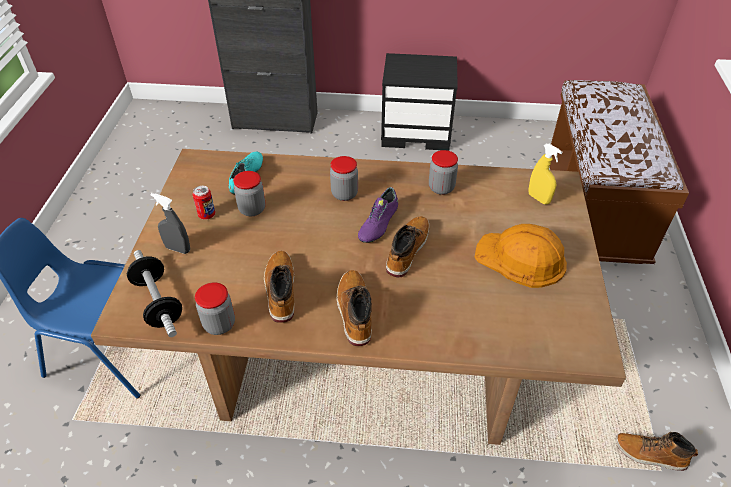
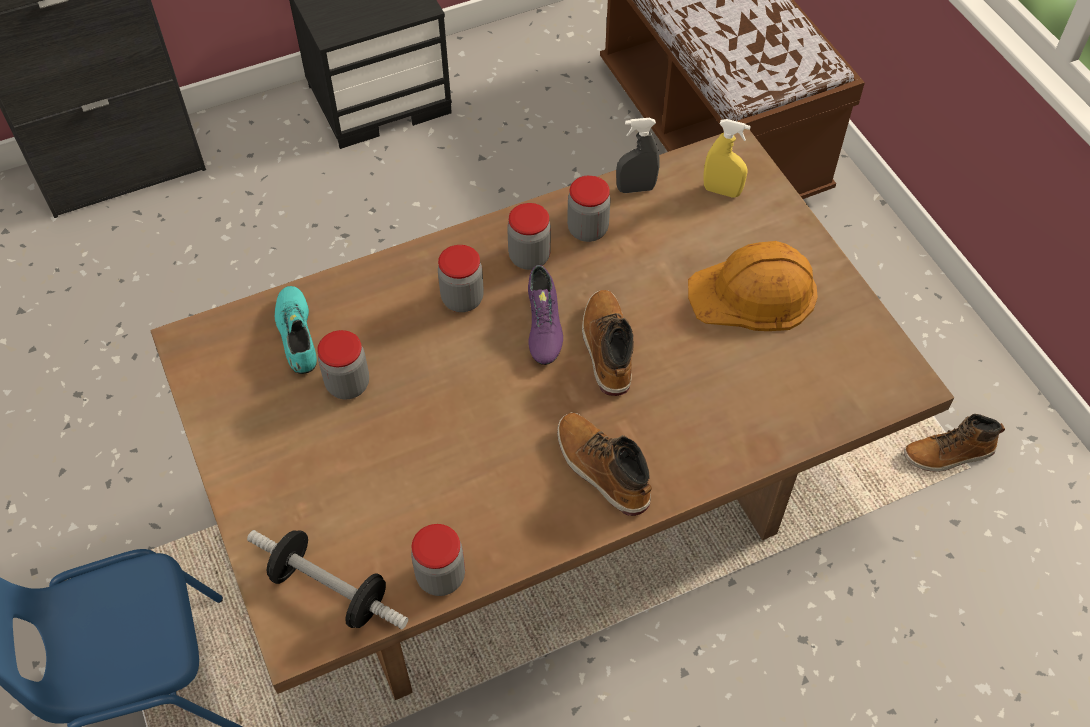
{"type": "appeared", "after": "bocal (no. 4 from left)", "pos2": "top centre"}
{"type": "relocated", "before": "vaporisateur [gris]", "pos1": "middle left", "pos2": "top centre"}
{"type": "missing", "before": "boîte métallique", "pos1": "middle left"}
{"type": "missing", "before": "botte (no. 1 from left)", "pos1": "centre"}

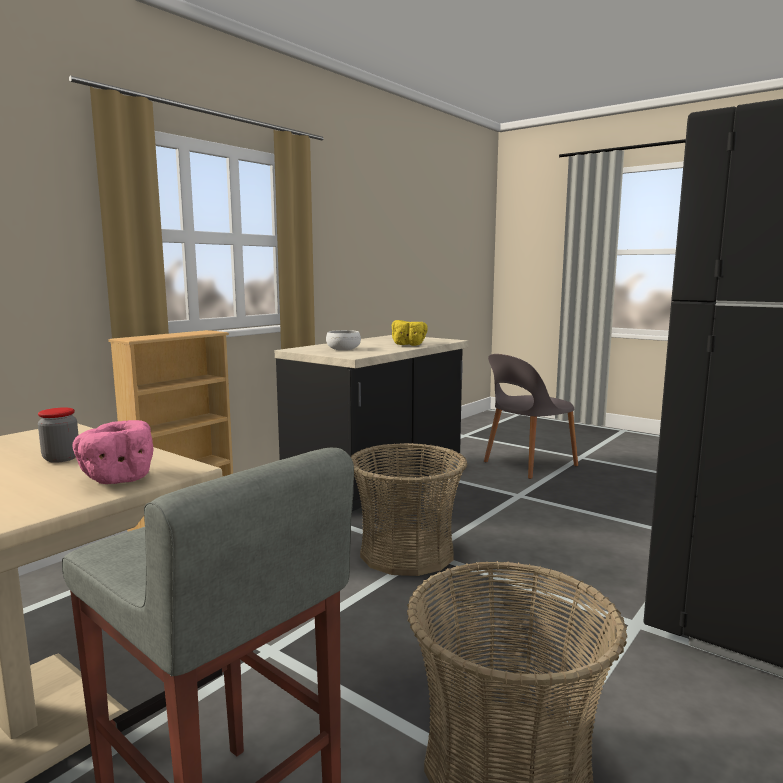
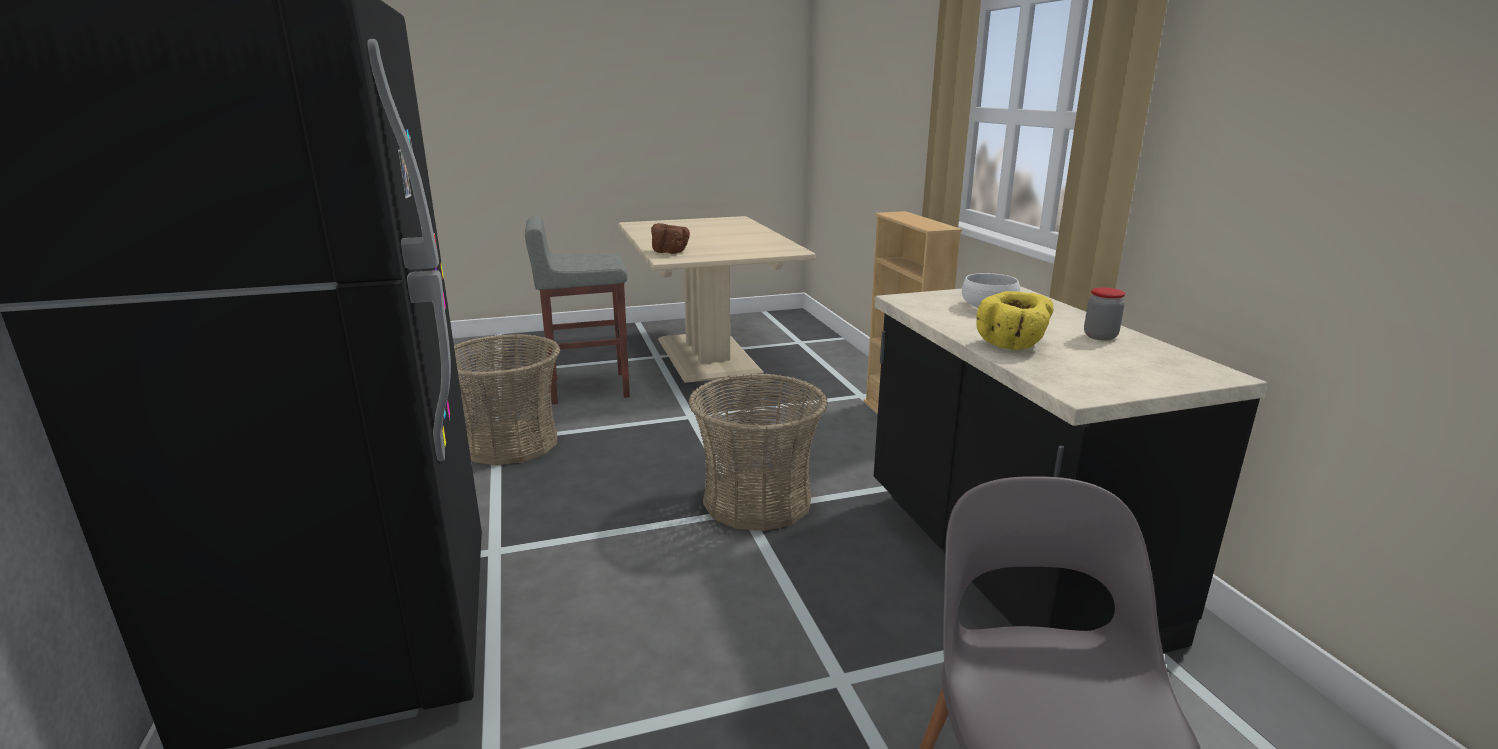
{"type": "colour", "before": "bol [rose]", "after": "bol [marron]", "pos1": "middle left", "pos2": "top centre"}
{"type": "relocated", "before": "bocal", "pos1": "middle left", "pos2": "middle right"}

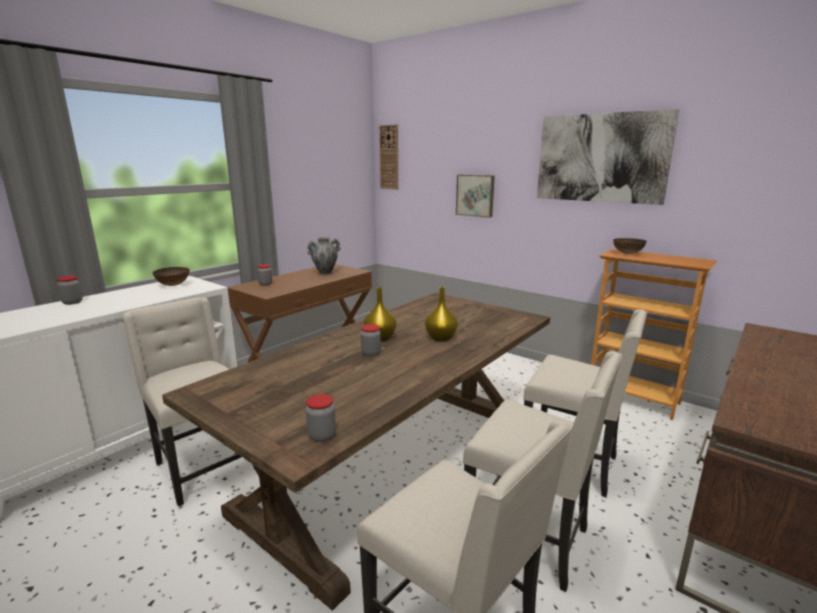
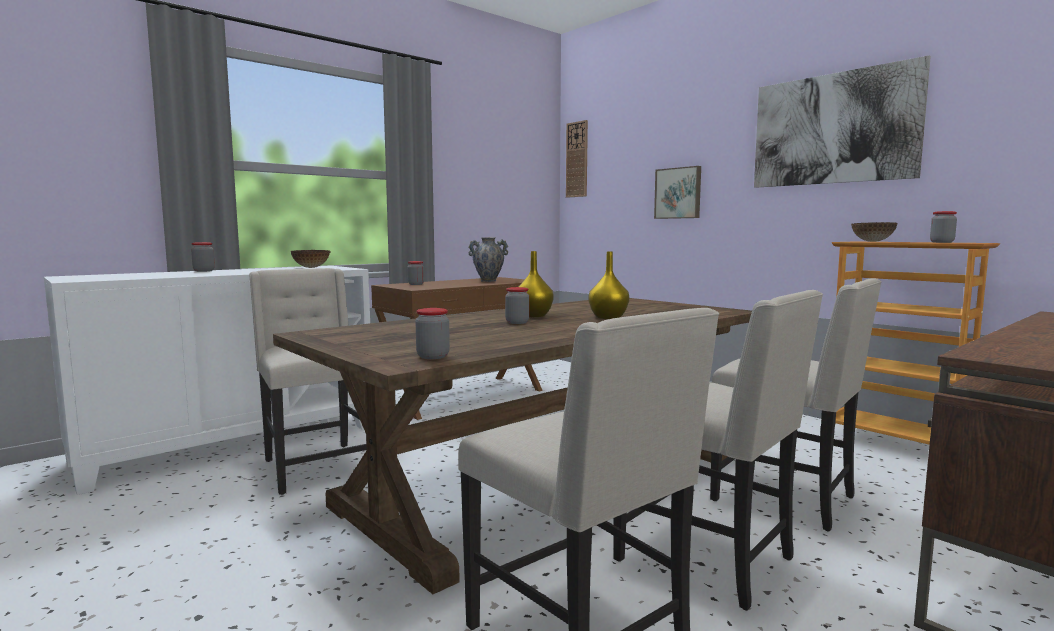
{"type": "appeared", "after": "bocal (no. 5 from left)", "pos2": "middle right"}

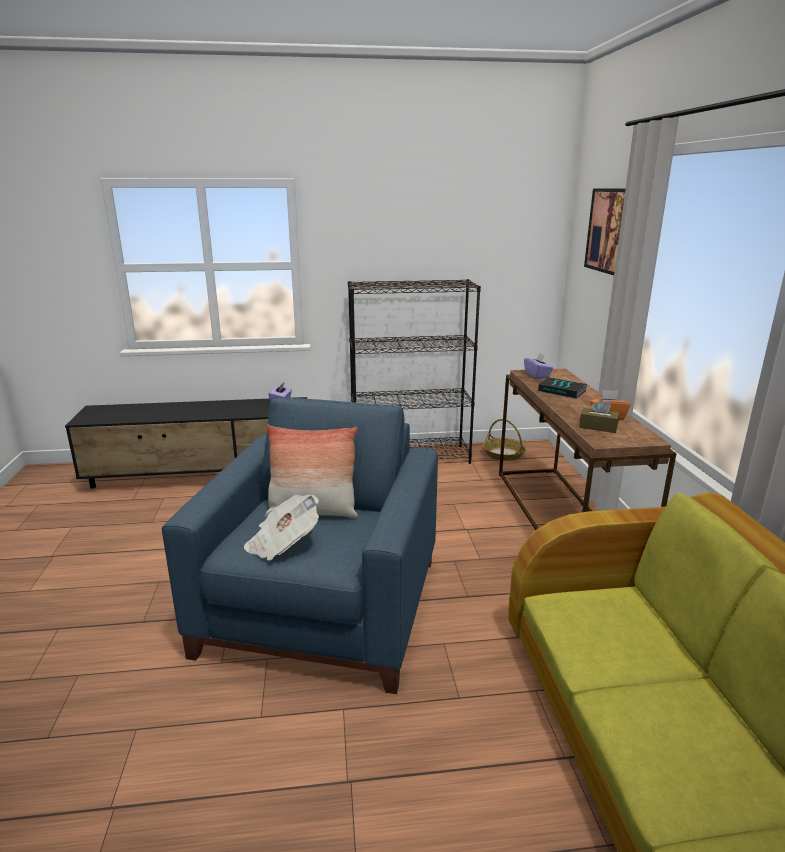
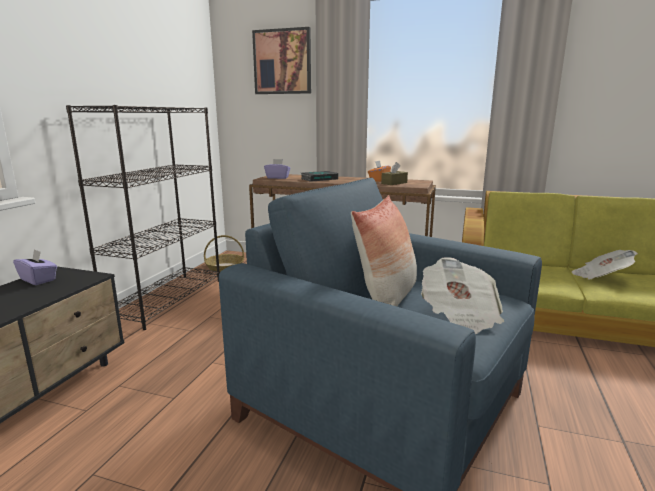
{"type": "appeared", "after": "journal (no. 2 from left)", "pos2": "middle right"}

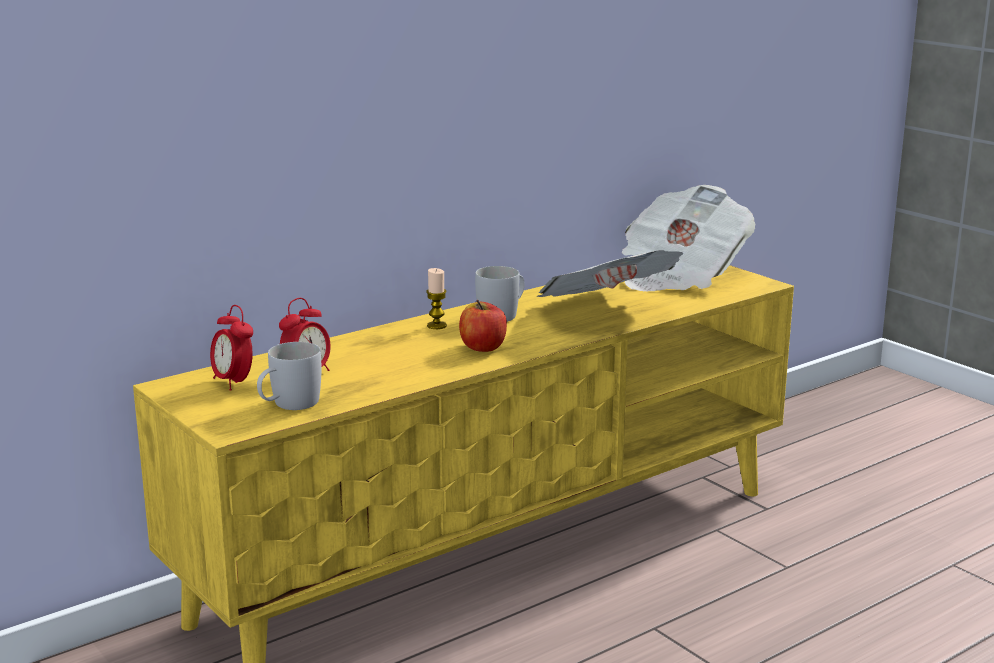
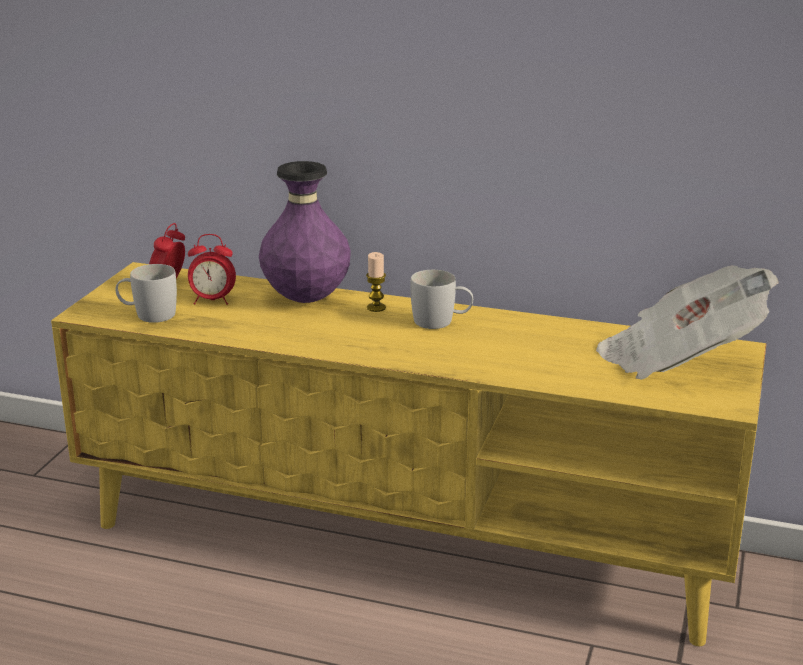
{"type": "appeared", "after": "vase [violet]", "pos2": "centre"}
{"type": "missing", "before": "pomme", "pos1": "centre"}
{"type": "missing", "before": "journal (no. 1 from left)", "pos1": "centre"}

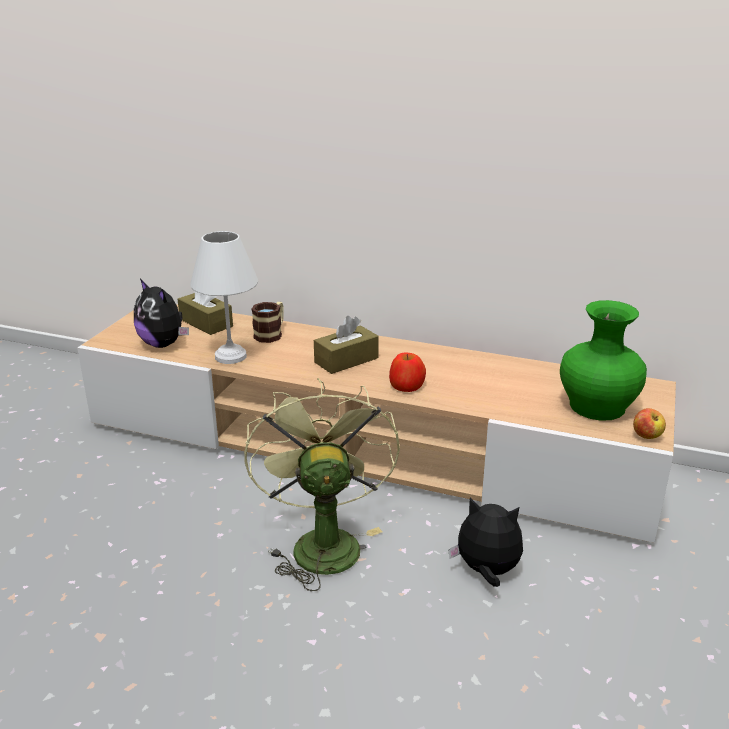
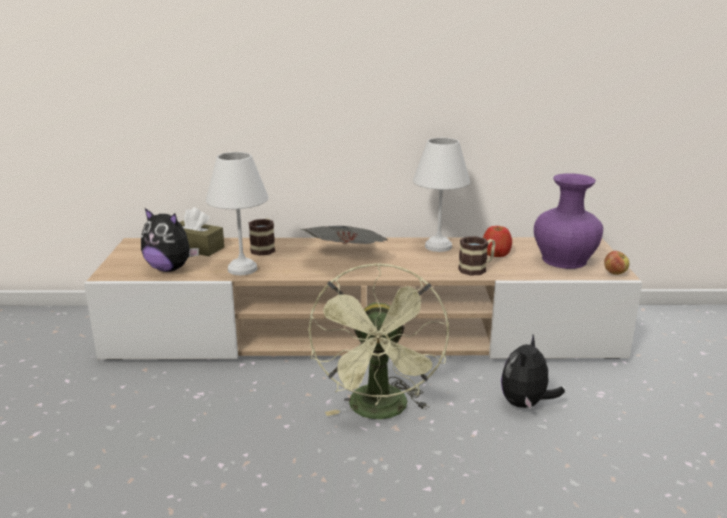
{"type": "exchanged", "before": "boîte à mouchoirs [marron] (no. 2 from left)", "after": "journal", "pos1": "centre", "pos2": "centre"}
{"type": "spun", "before": "ventilateur [vert]", "pos1": "centre", "pos2": "centre", "turn": -150}
{"type": "appeared", "after": "lampe de table [blanc] (no. 2 from left)", "pos2": "centre"}
{"type": "appeared", "after": "mug (no. 2 from left)", "pos2": "centre"}
{"type": "relocated", "before": "pomme (no. 1 from left)", "pos1": "centre", "pos2": "middle right"}
{"type": "spun", "before": "peluche (no. 2 from left)", "pos1": "bottom centre", "pos2": "bottom right", "turn": -60}
{"type": "colour", "before": "vase [vert]", "after": "vase [violet]", "pos1": "middle right", "pos2": "middle right"}

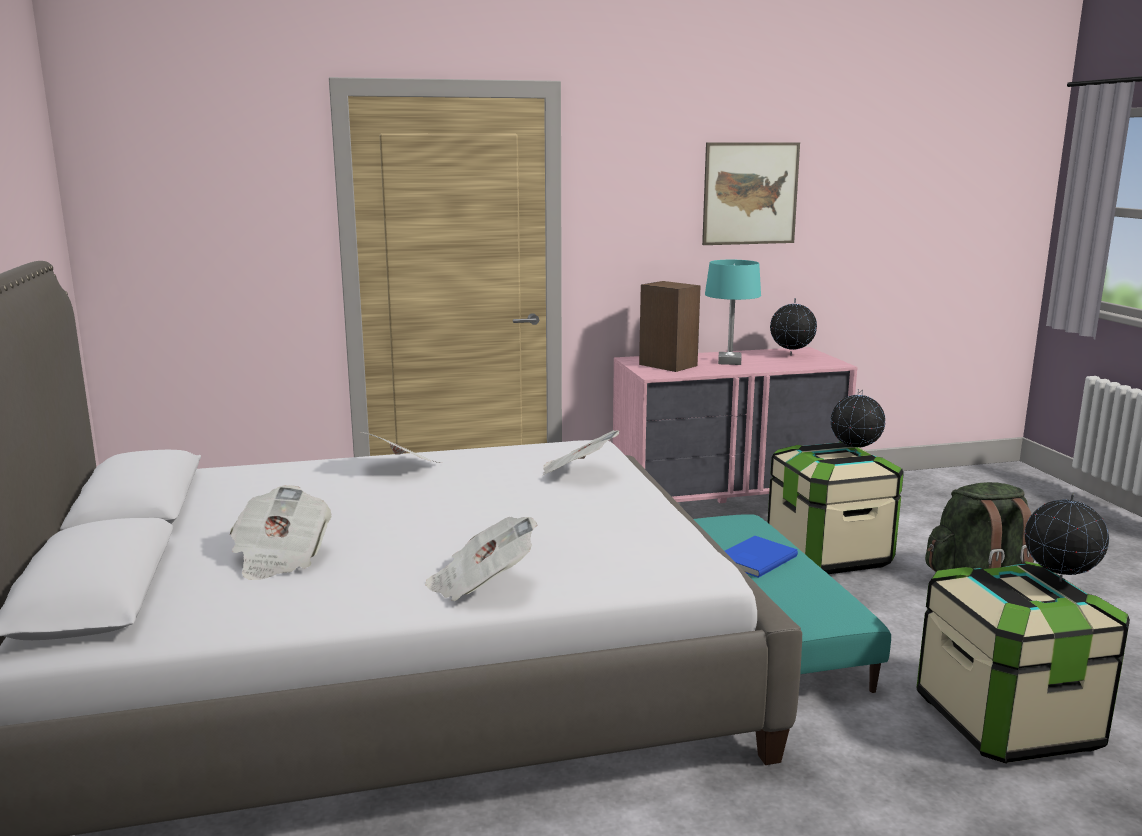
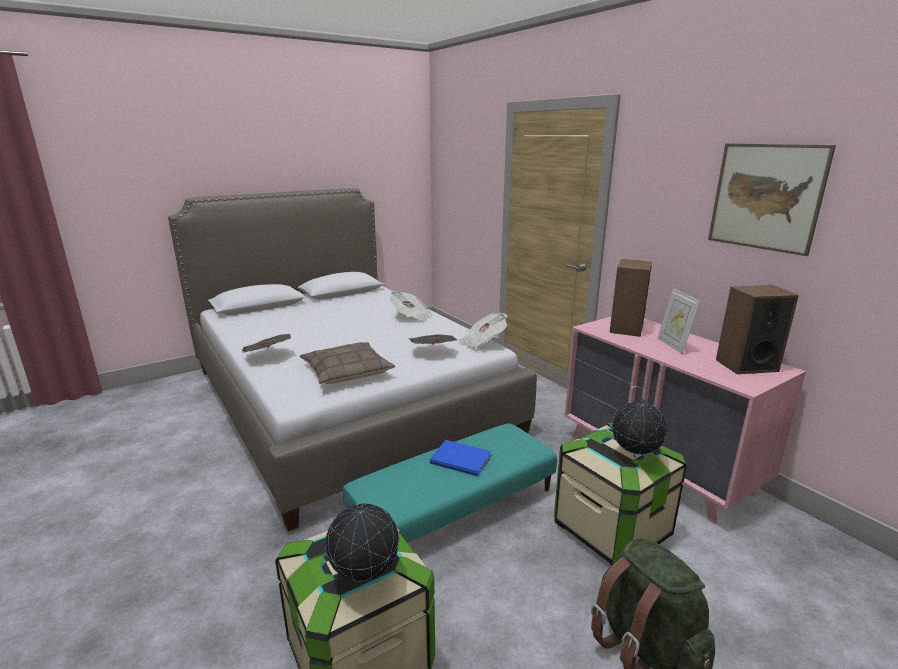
{"type": "appeared", "after": "coussin", "pos2": "centre"}
{"type": "relocated", "before": "journal (no. 1 from left in the first image)", "after": "journal (no. 4 from left)", "pos1": "middle left", "pos2": "centre"}
{"type": "exchanged", "before": "lampe de table [turquoise]", "after": "cadre photo", "pos1": "centre", "pos2": "middle right"}
{"type": "exchanged", "before": "globe (no. 1 from left)", "after": "enceinte (no. 2 from left)", "pos1": "middle right", "pos2": "middle right"}

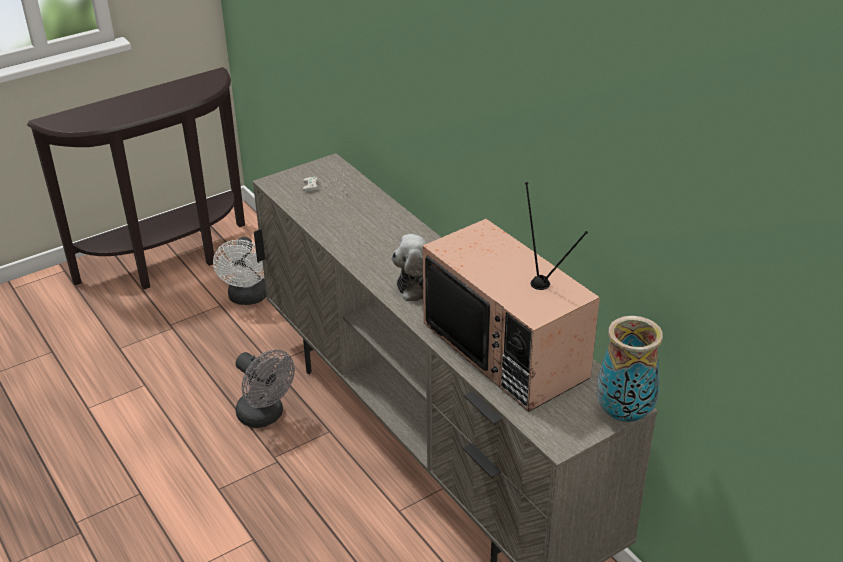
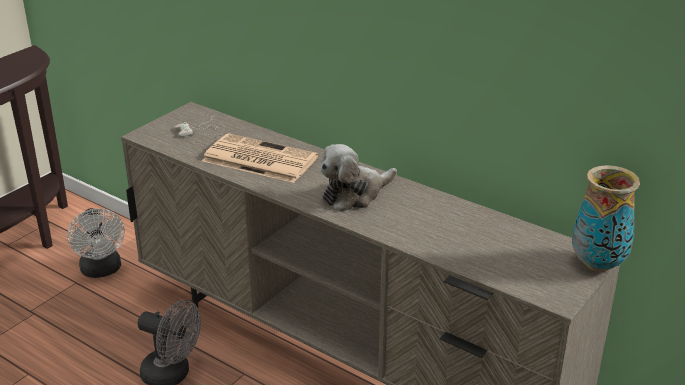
{"type": "appeared", "after": "journal", "pos2": "centre"}
{"type": "missing", "before": "téléviseur", "pos1": "centre"}

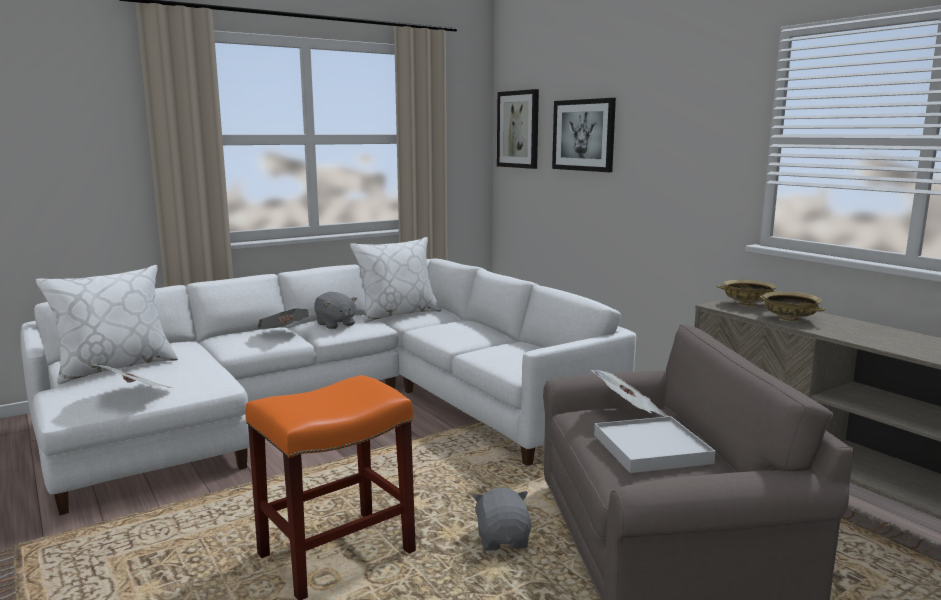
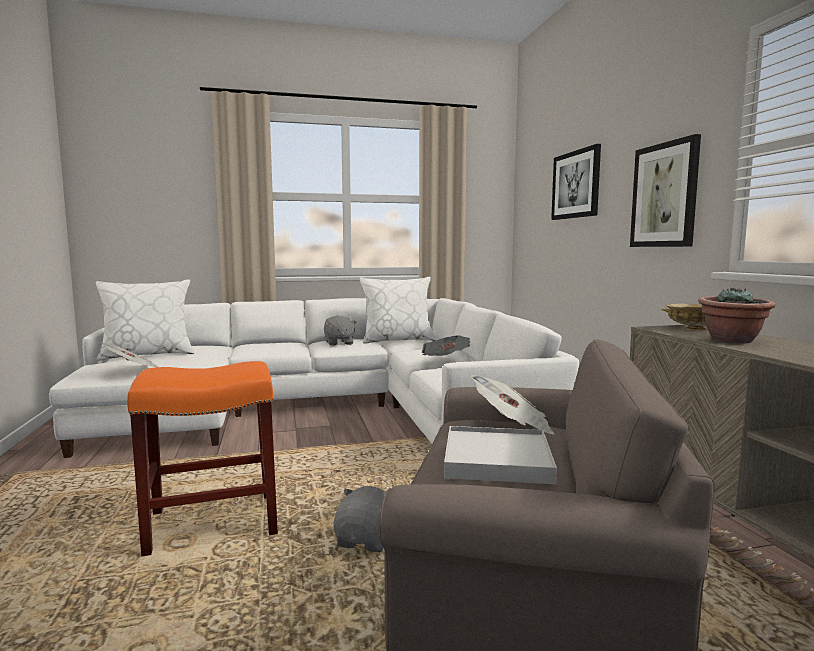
{"type": "relocated", "before": "journal (no. 2 from left)", "pos1": "middle left", "pos2": "centre"}
{"type": "relocated", "before": "tableau (no. 1 from left in the first image)", "after": "tableau (no. 2 from left)", "pos1": "top centre", "pos2": "top right"}
{"type": "exchanged", "before": "bol [beige] (no. 2 from left)", "after": "plante en pot", "pos1": "middle right", "pos2": "middle right"}

